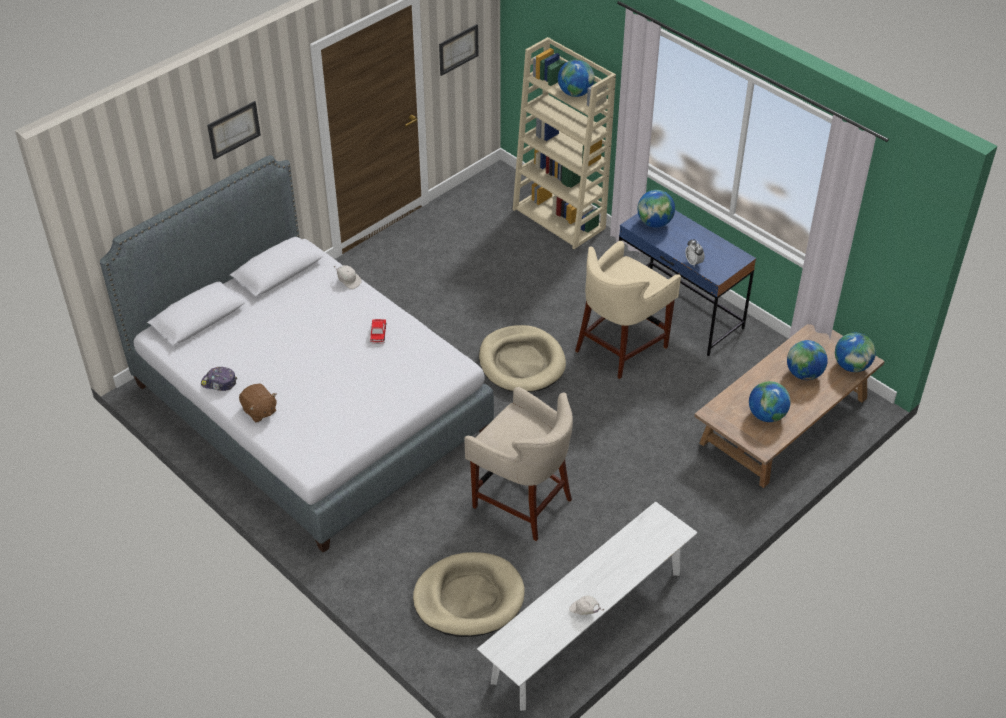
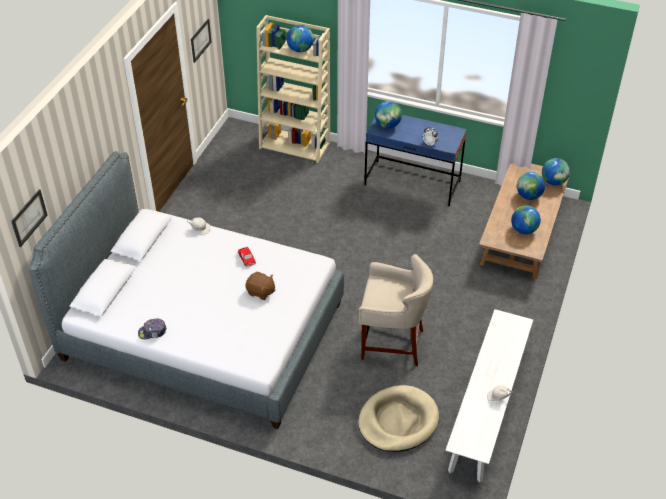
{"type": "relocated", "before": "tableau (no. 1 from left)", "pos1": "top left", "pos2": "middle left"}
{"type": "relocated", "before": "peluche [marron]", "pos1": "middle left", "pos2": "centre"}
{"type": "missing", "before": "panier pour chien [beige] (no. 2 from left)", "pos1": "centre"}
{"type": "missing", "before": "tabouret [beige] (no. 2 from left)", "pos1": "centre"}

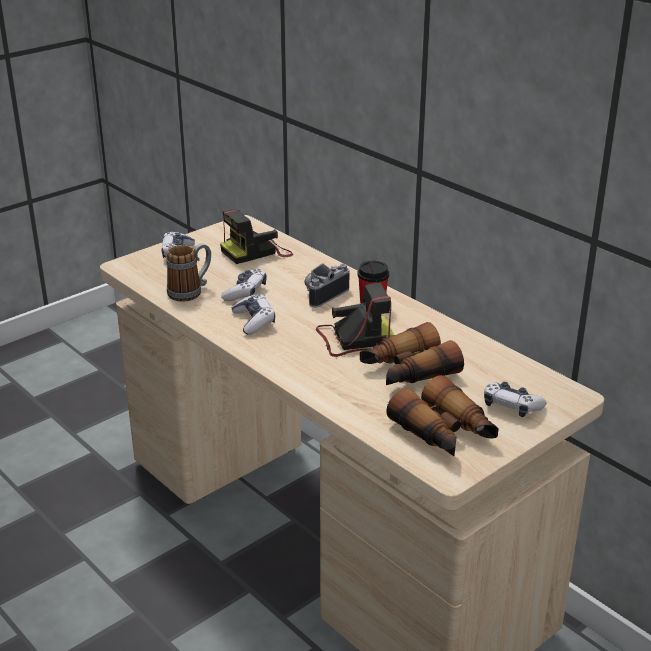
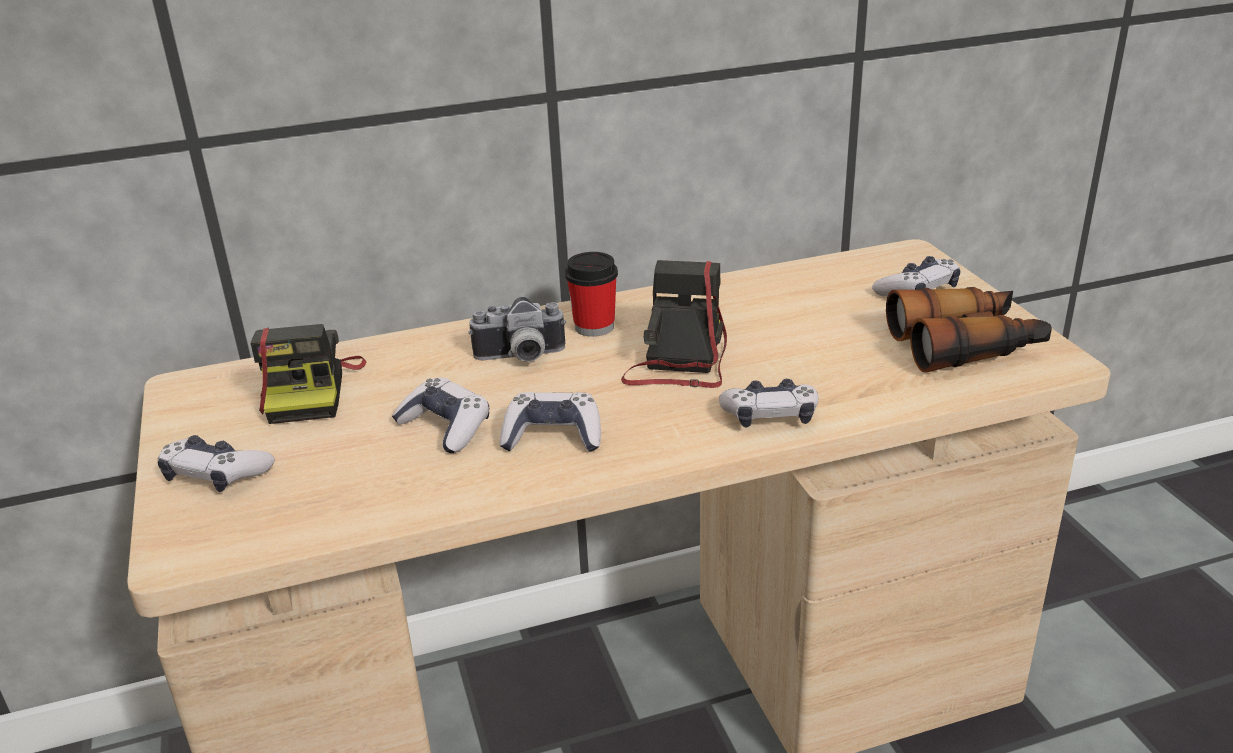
{"type": "spun", "before": "appareil photo (no. 2 from left)", "pos1": "centre", "pos2": "centre", "turn": -75}
{"type": "appeared", "after": "manette (no. 4 from left)", "pos2": "centre"}
{"type": "missing", "before": "mug", "pos1": "middle left"}
{"type": "missing", "before": "jumelles (no. 1 from left)", "pos1": "centre"}

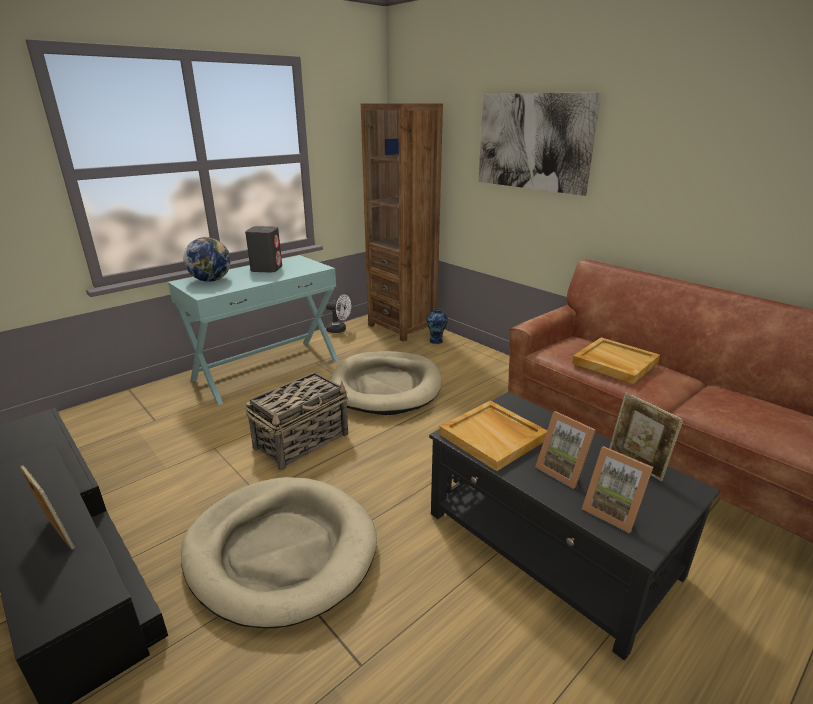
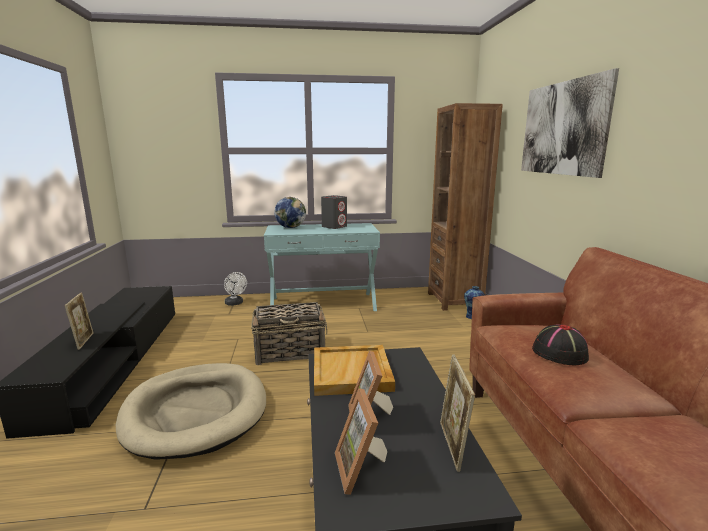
{"type": "relocated", "before": "ventilateur [blanc]", "pos1": "centre", "pos2": "middle left"}
{"type": "exchanged", "before": "plateau [beige] (no. 2 from left)", "after": "chapeau [noir]", "pos1": "middle right", "pos2": "middle right"}
{"type": "missing", "before": "panier pour chien [beige] (no. 2 from left)", "pos1": "centre"}

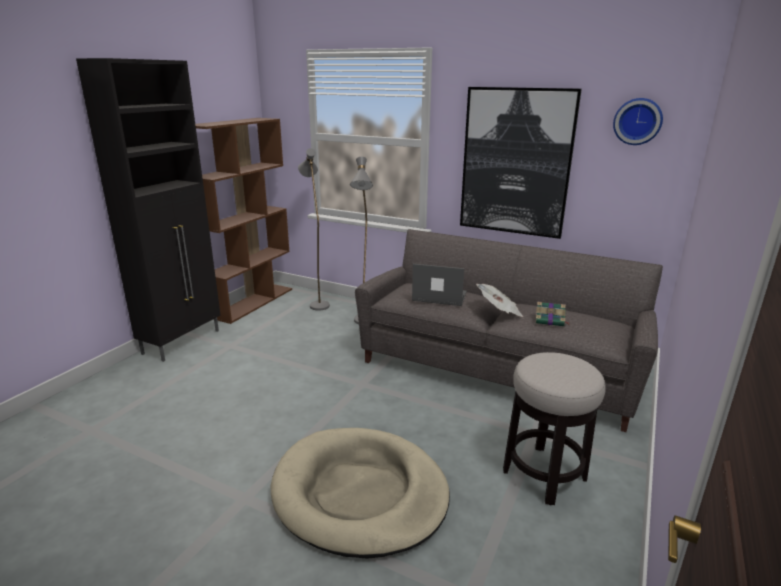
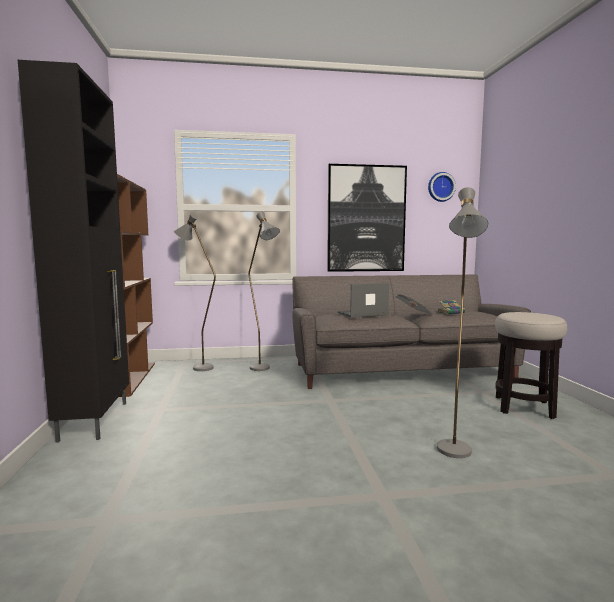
{"type": "exchanged", "before": "panier pour chien [beige]", "after": "lampadaire [gris] (no. 3 from left)", "pos1": "bottom centre", "pos2": "middle right"}

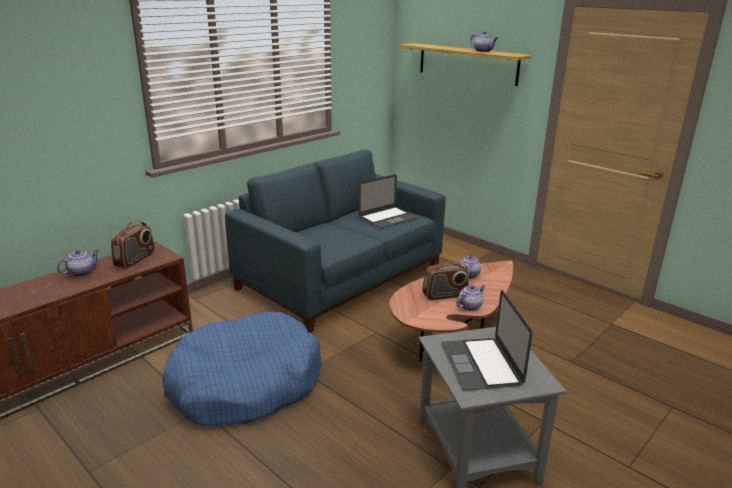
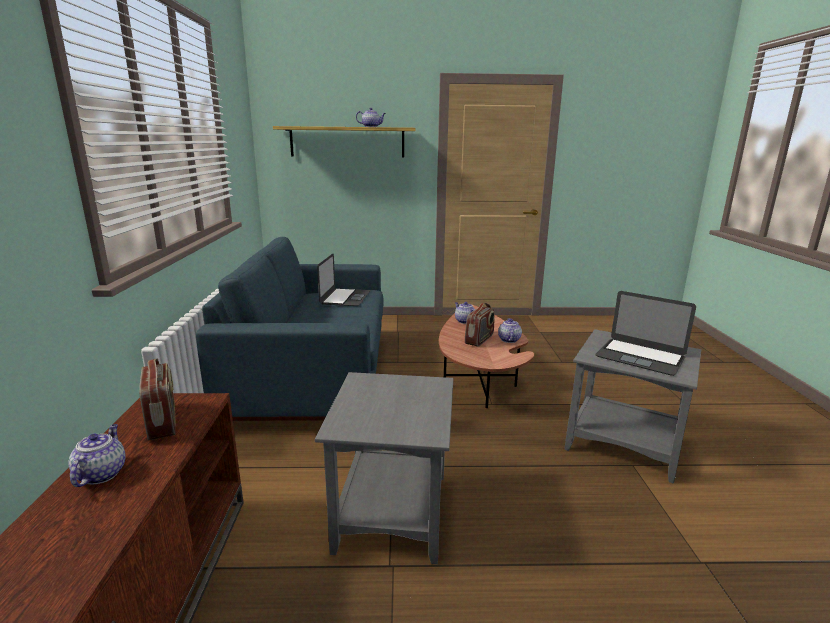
{"type": "exchanged", "before": "panier pour chien [bleu]", "after": "table d'appoint [gris] (no. 1 from left)", "pos1": "bottom left", "pos2": "bottom centre"}

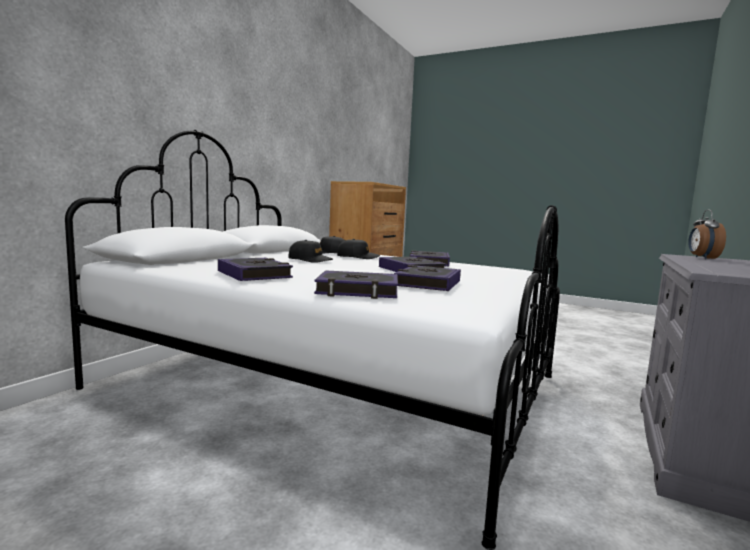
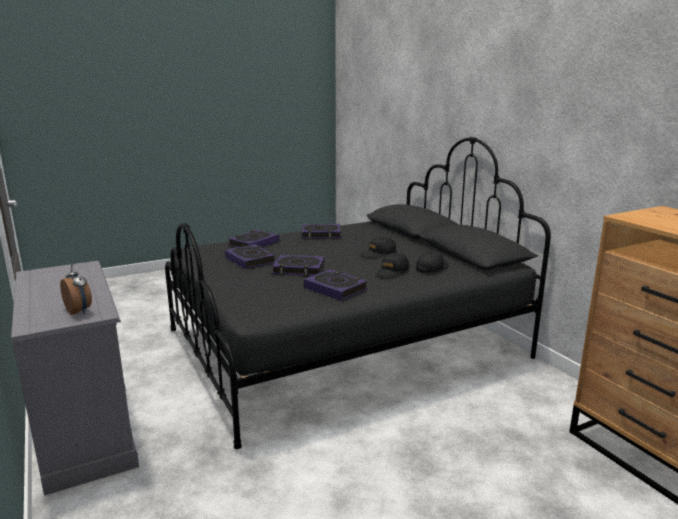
{"type": "colour", "before": "lit [blanc]", "after": "lit [noir]", "pos1": "centre", "pos2": "centre"}

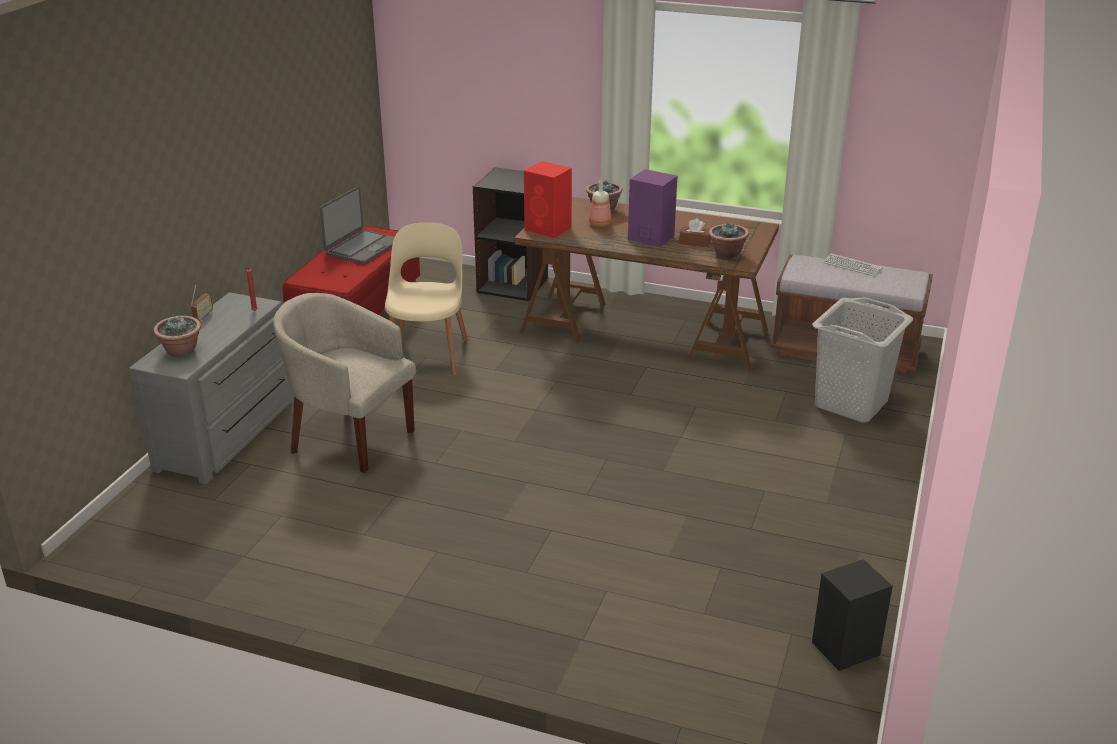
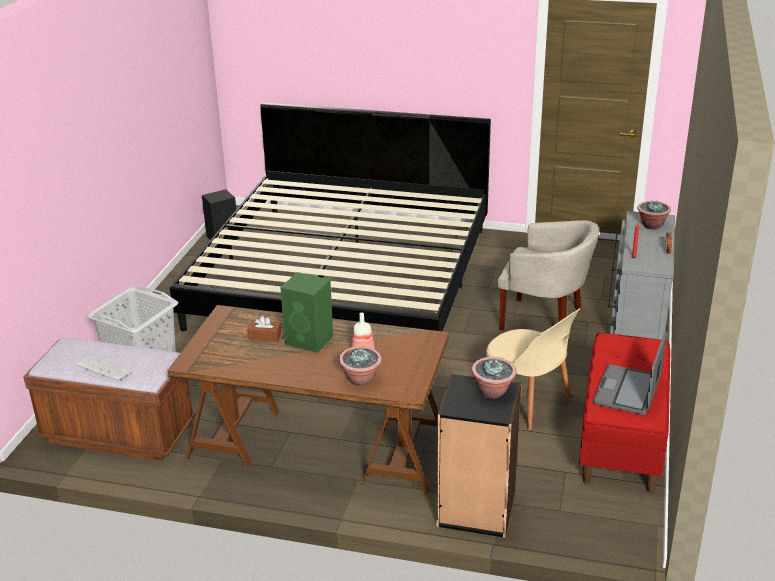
{"type": "appeared", "after": "lit", "pos2": "centre"}
{"type": "colour", "before": "enceinte [violet]", "after": "enceinte [vert]", "pos1": "top centre", "pos2": "centre"}
{"type": "relocated", "before": "plante en pot (no. 3 from left in the first image)", "after": "plante en pot (no. 2 from left)", "pos1": "top centre", "pos2": "centre"}
{"type": "spun", "before": "chaise [beige]", "pos1": "centre", "pos2": "middle right", "turn": -45}
{"type": "missing", "before": "enceinte [rouge]", "pos1": "top centre"}

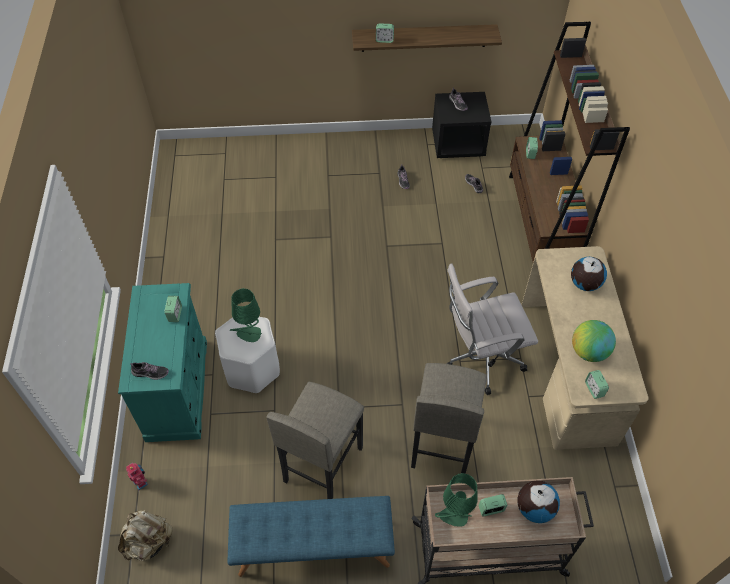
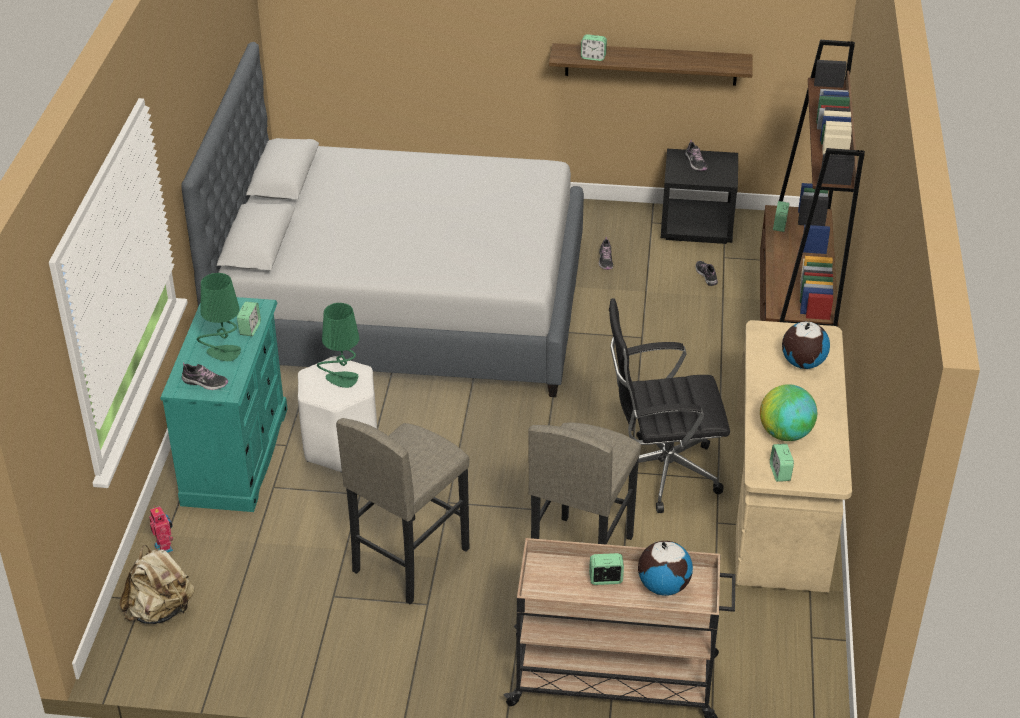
{"type": "appeared", "after": "lit [gris]", "pos2": "top centre"}
{"type": "relocated", "before": "lampe de table [vert] (no. 2 from left in the first image)", "after": "lampe de table [vert] (no. 1 from left)", "pos1": "bottom centre", "pos2": "middle left"}
{"type": "colour", "before": "chaise de bureau [blanc]", "after": "chaise de bureau [noir]", "pos1": "middle right", "pos2": "centre"}
{"type": "missing", "before": "banc [bleu]", "pos1": "bottom centre"}

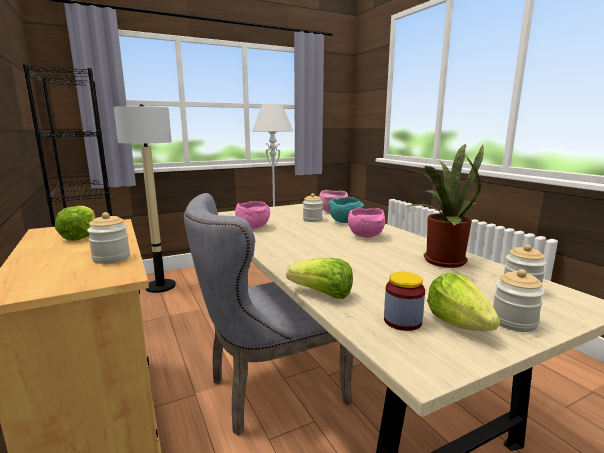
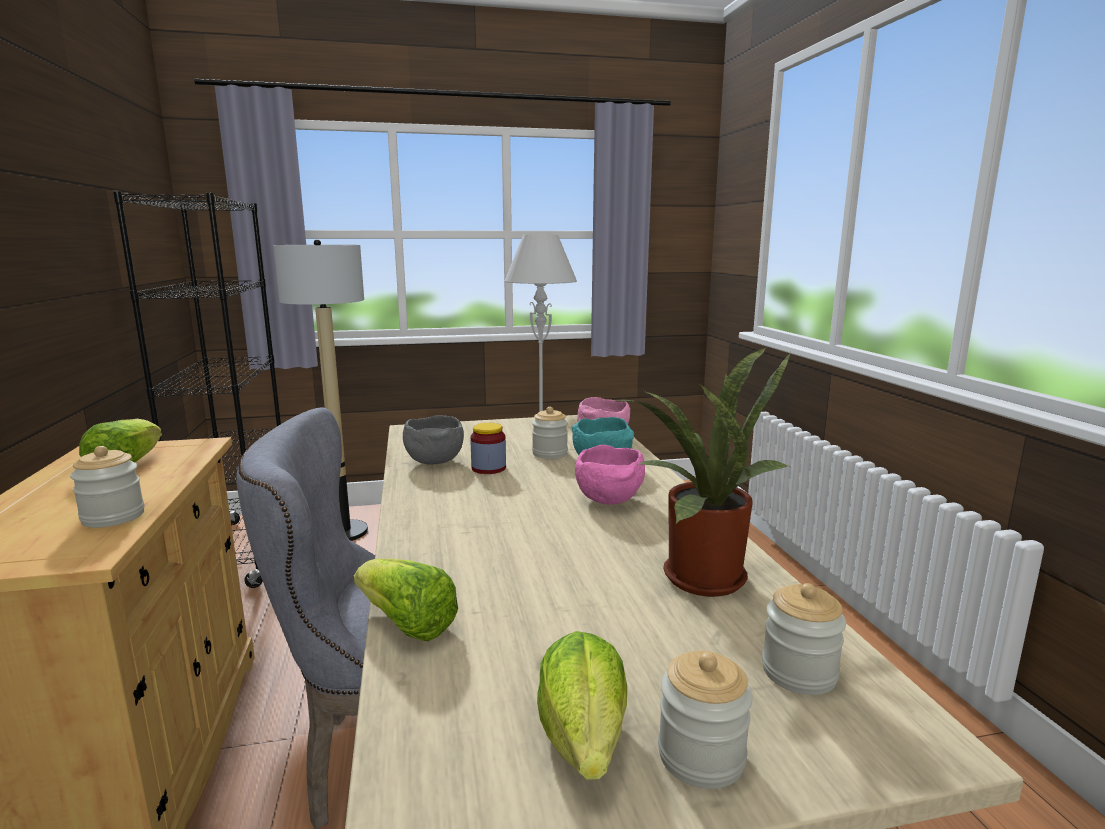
{"type": "colour", "before": "bol [rose] (no. 1 from left)", "after": "bol [gris]", "pos1": "centre", "pos2": "centre"}
{"type": "relocated", "before": "bocal (no. 3 from left in the first image)", "after": "bocal (no. 2 from left)", "pos1": "middle right", "pos2": "centre"}

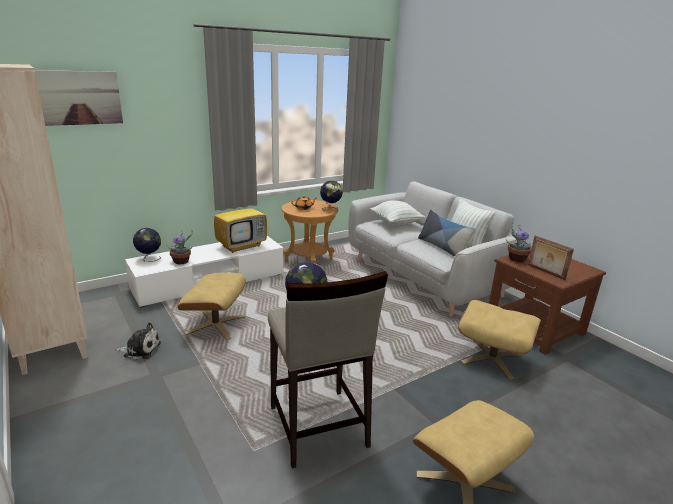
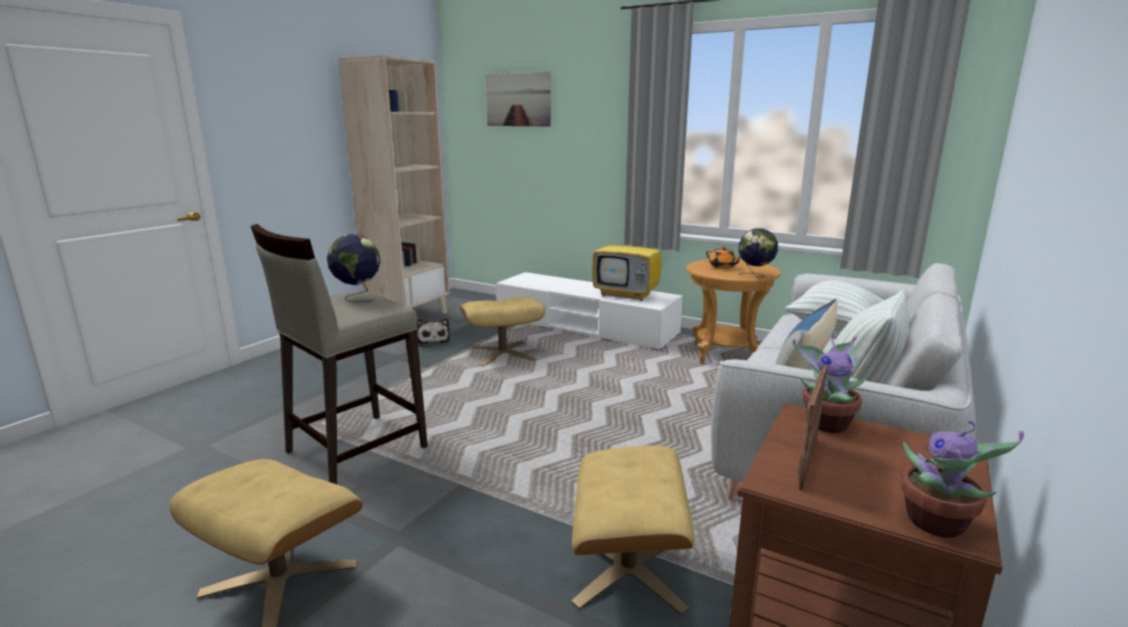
{"type": "relocated", "before": "plante en pot (no. 1 from left in the first image)", "after": "plante en pot (no. 2 from left)", "pos1": "middle left", "pos2": "bottom right"}
{"type": "missing", "before": "globe (no. 1 from left)", "pos1": "middle left"}

